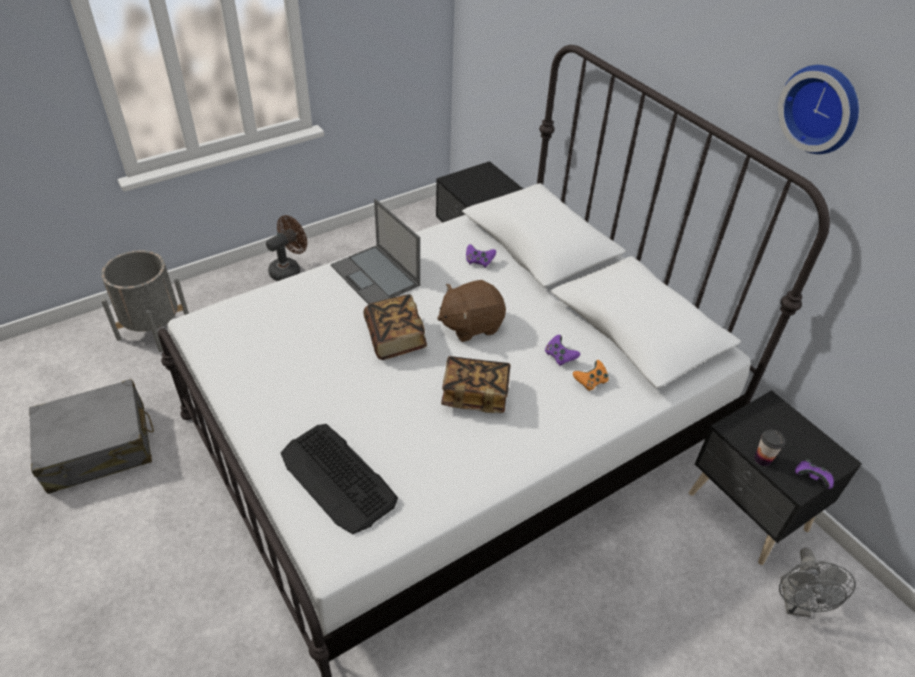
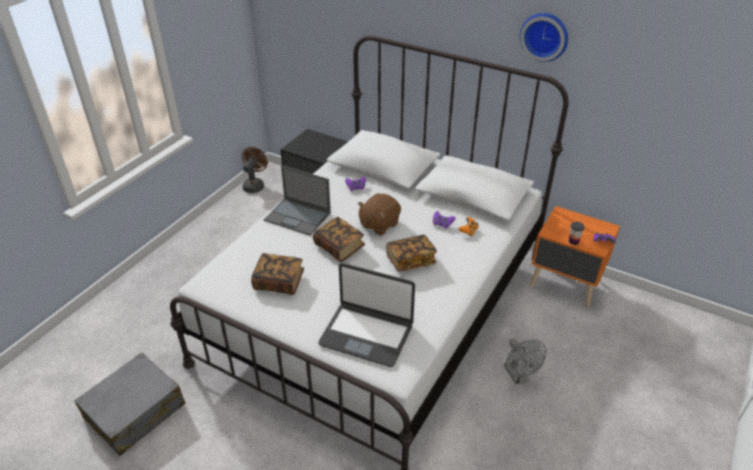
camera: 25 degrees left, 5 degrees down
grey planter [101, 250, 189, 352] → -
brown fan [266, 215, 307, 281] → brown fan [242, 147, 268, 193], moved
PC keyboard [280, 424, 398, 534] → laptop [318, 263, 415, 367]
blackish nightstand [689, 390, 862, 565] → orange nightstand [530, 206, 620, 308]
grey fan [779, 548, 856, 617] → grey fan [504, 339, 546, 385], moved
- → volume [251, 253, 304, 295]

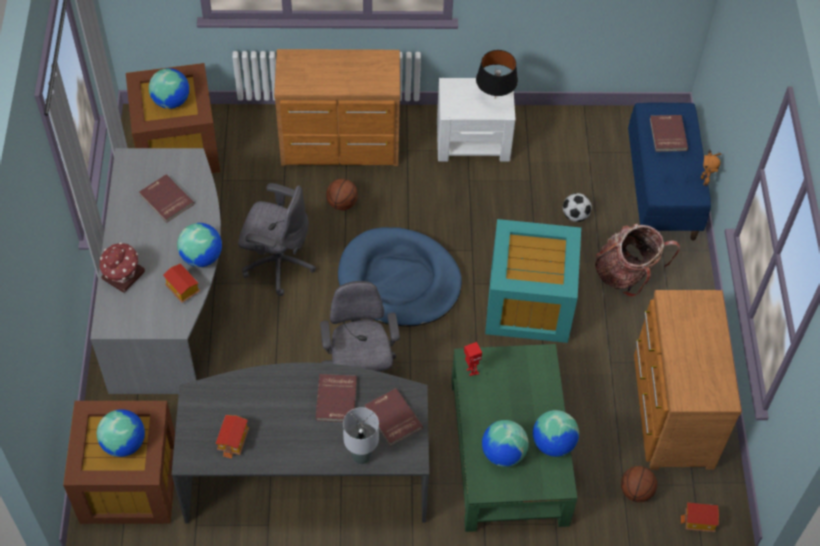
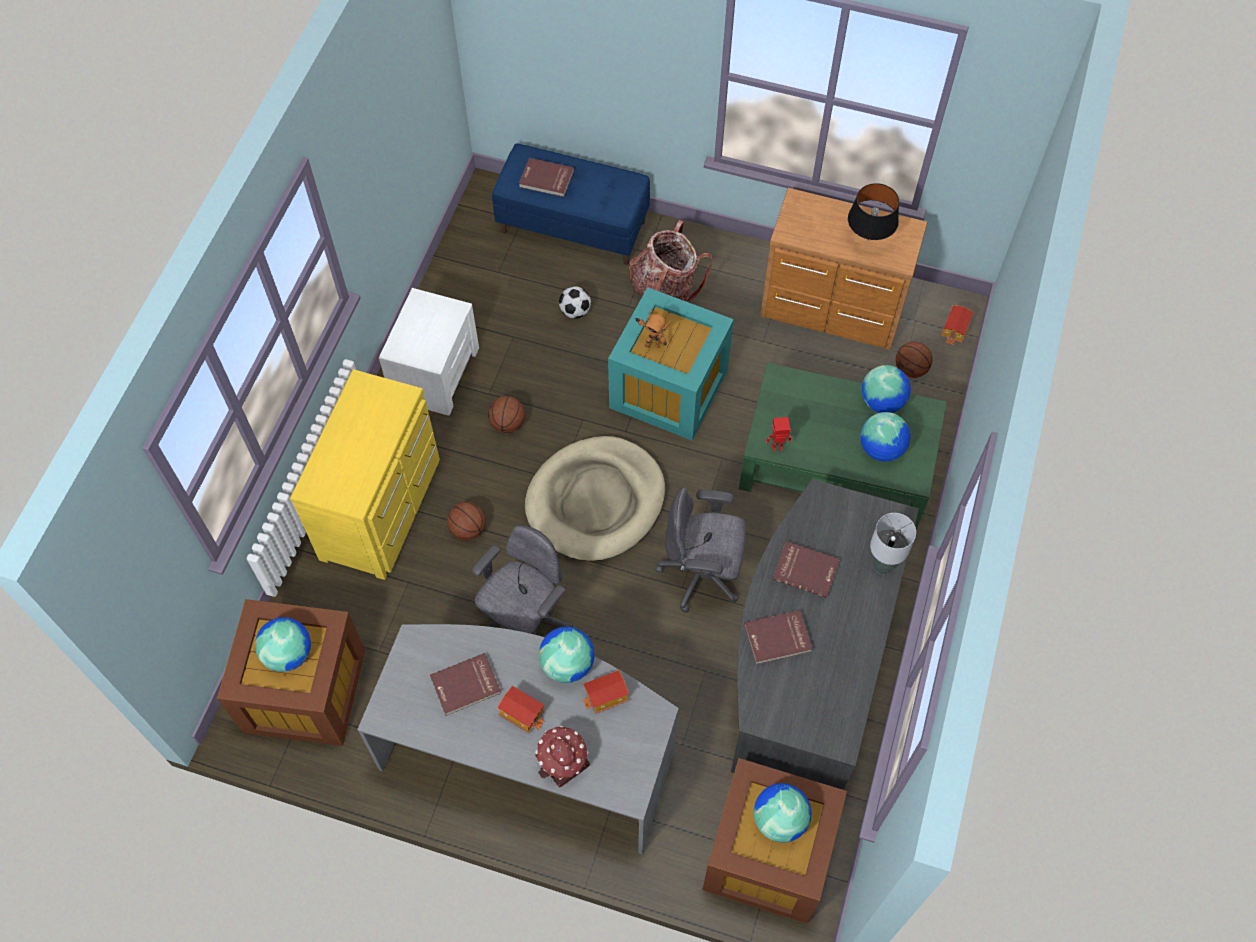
camera: 70 degrees left, 5 degrees up
miniature house [215, 415, 249, 459] → miniature house [497, 686, 545, 733], moved
brown dresser [274, 49, 400, 166] → yellowish dresser [290, 369, 440, 580]
blue-coloured dog bed [338, 227, 462, 327] → beige dog bed [525, 436, 665, 561]
red-coloured volume [364, 388, 423, 446] → red-coloured volume [744, 610, 813, 664], moved
blackish tabletop lamp [476, 50, 518, 97] → blackish tabletop lamp [848, 183, 899, 241], moved
model robot [701, 149, 721, 186] → model robot [635, 309, 673, 348], moved
- → basketball ball [488, 396, 525, 433]

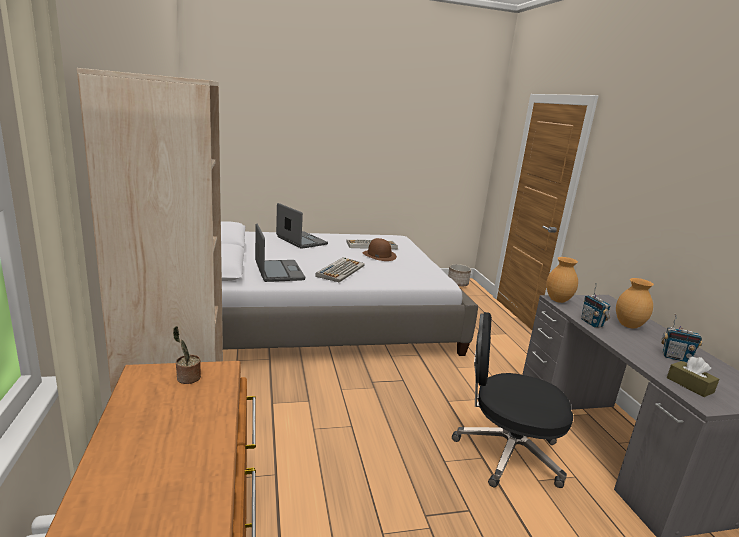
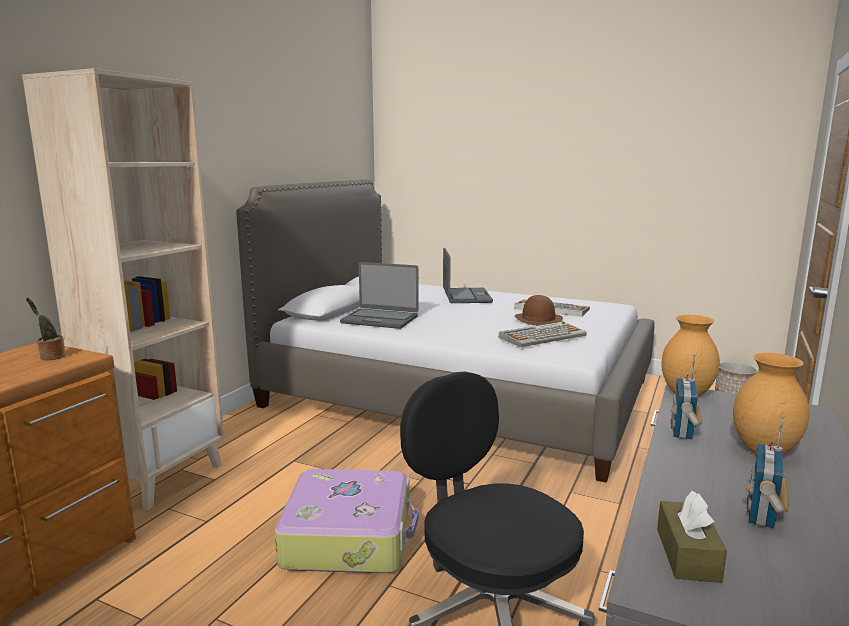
camera: 40 degrees right, 5 degrees down
laptop [255, 224, 305, 282] → laptop [340, 262, 418, 329], 90 degrees clockwise
PC keyboard [315, 257, 365, 282] → PC keyboard [499, 321, 587, 347], moved
radio [661, 314, 703, 362] → radio [746, 416, 789, 528], 60 degrees clockwise
- → suitcase [275, 469, 419, 573]

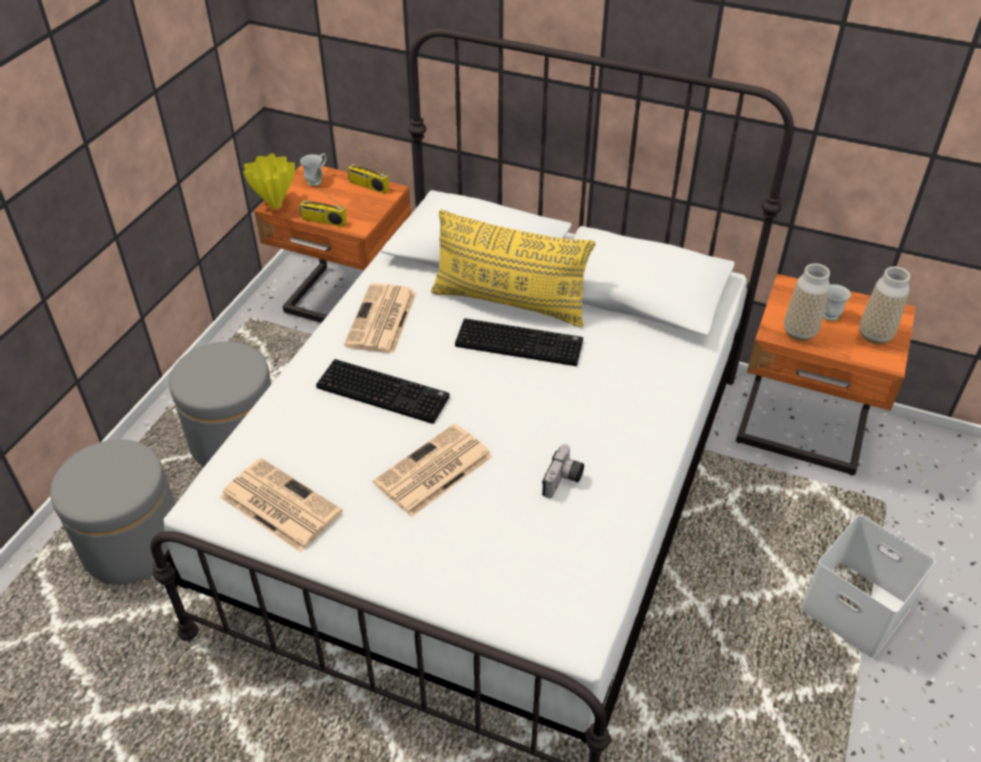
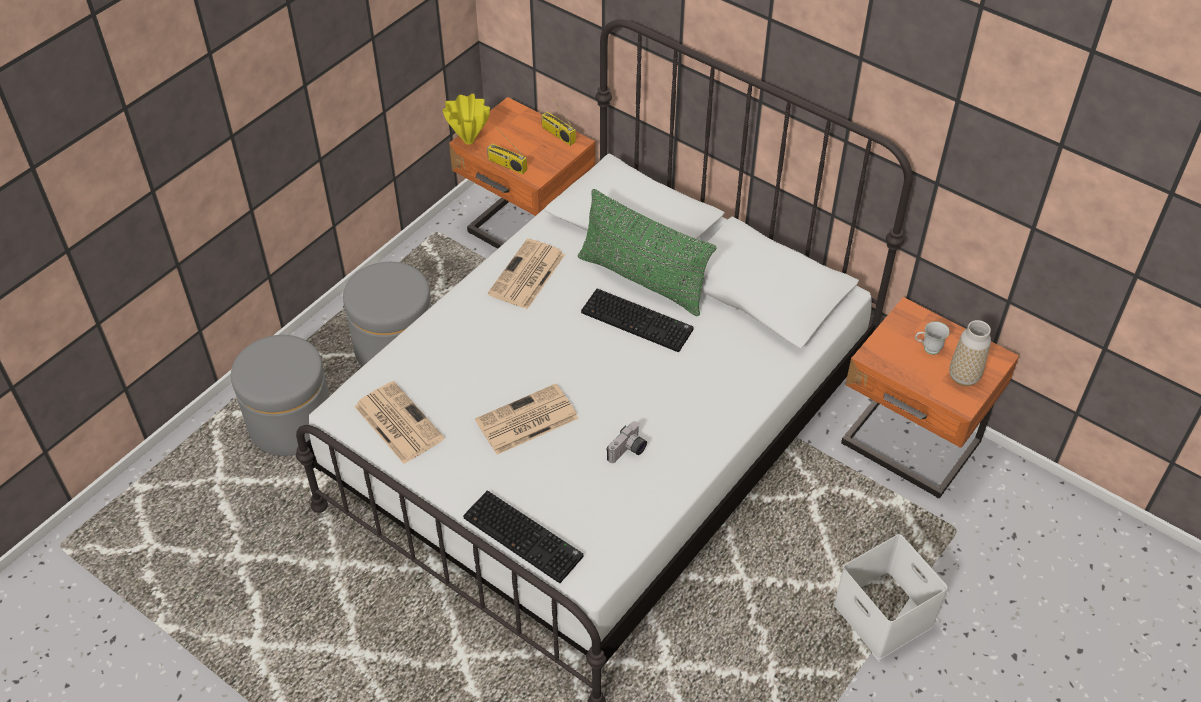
camera: 15 degrees right, 5 degrees up
white-coloured tea mug [300, 153, 327, 186] → -
PC keyboard [316, 359, 450, 424] → PC keyboard [463, 491, 584, 583], moved
yellowish pillow [431, 210, 596, 327] → green-coloured pillow [578, 189, 716, 316]
decorative vase [784, 263, 830, 341] → -

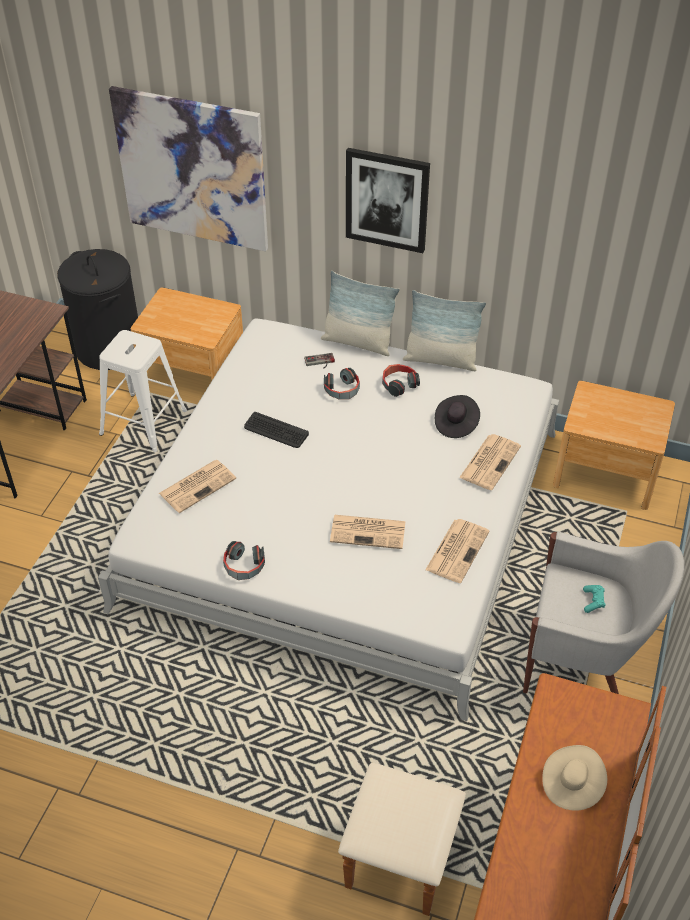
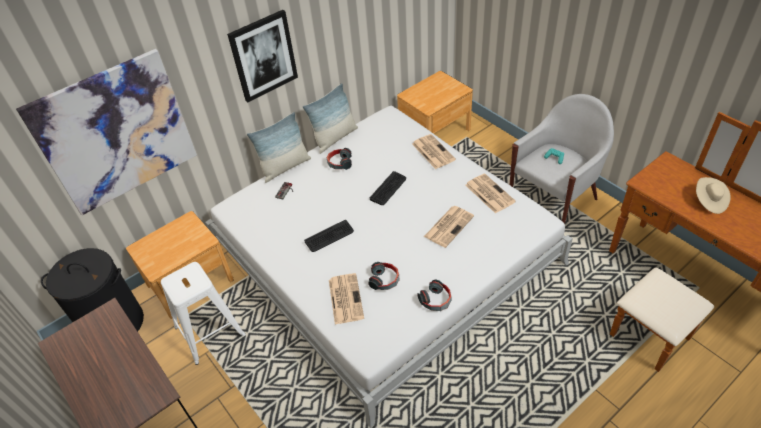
camera: 55 degrees left, 0 degrees up
headphones [324, 368, 360, 400] → headphones [368, 262, 400, 290], moved
blackish wearable hat [435, 395, 480, 438] → -
- → PC keyboard [370, 171, 406, 205]

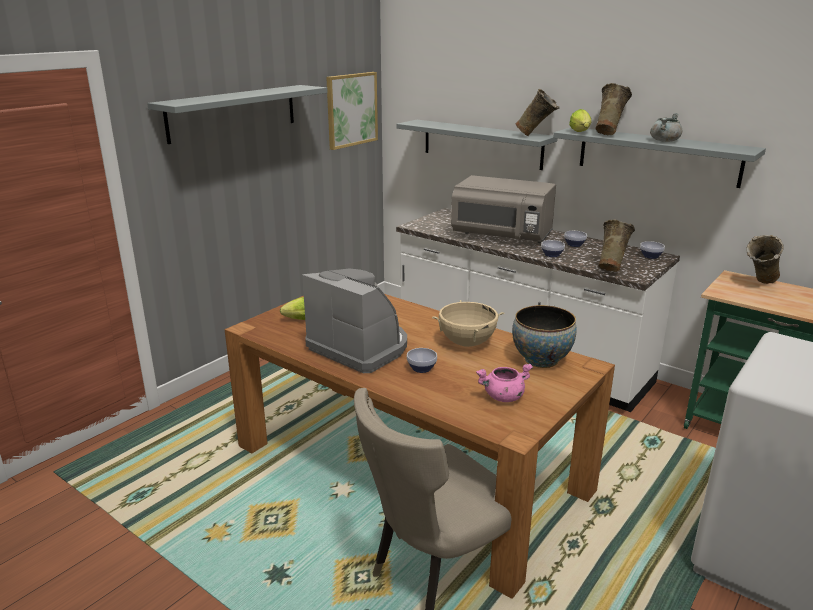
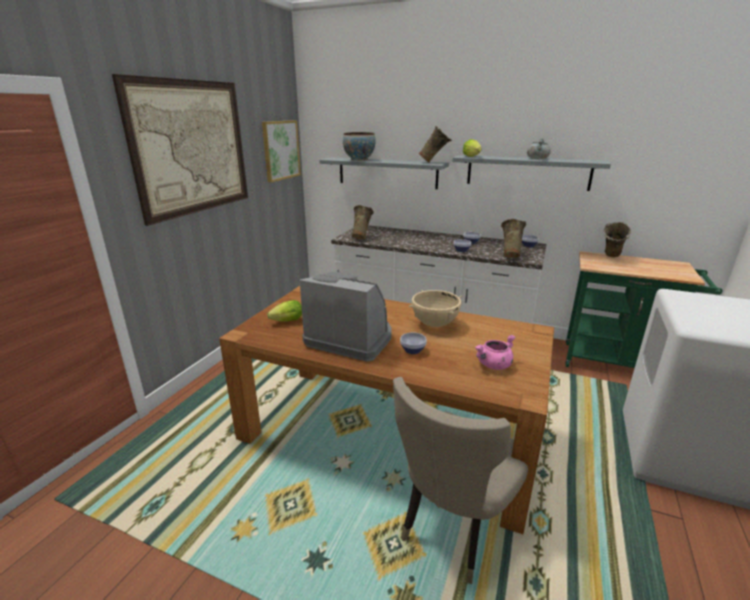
camera: 15 degrees left, 0 degrees up
grey wall shelf [147, 85, 328, 144] → wall art [112, 74, 248, 226]
grey kitchen microwave [451, 175, 556, 243] → -
bowl [512, 305, 577, 368] → bowl [343, 132, 376, 161], moved
beige decorative vase [595, 83, 632, 135] → beige decorative vase [352, 205, 374, 240], moved

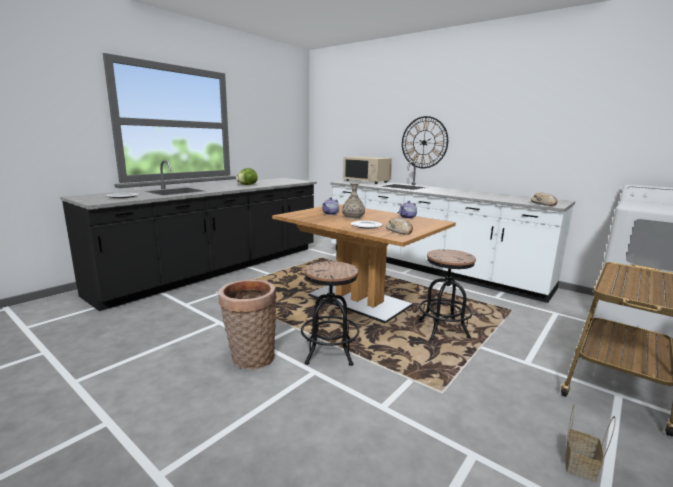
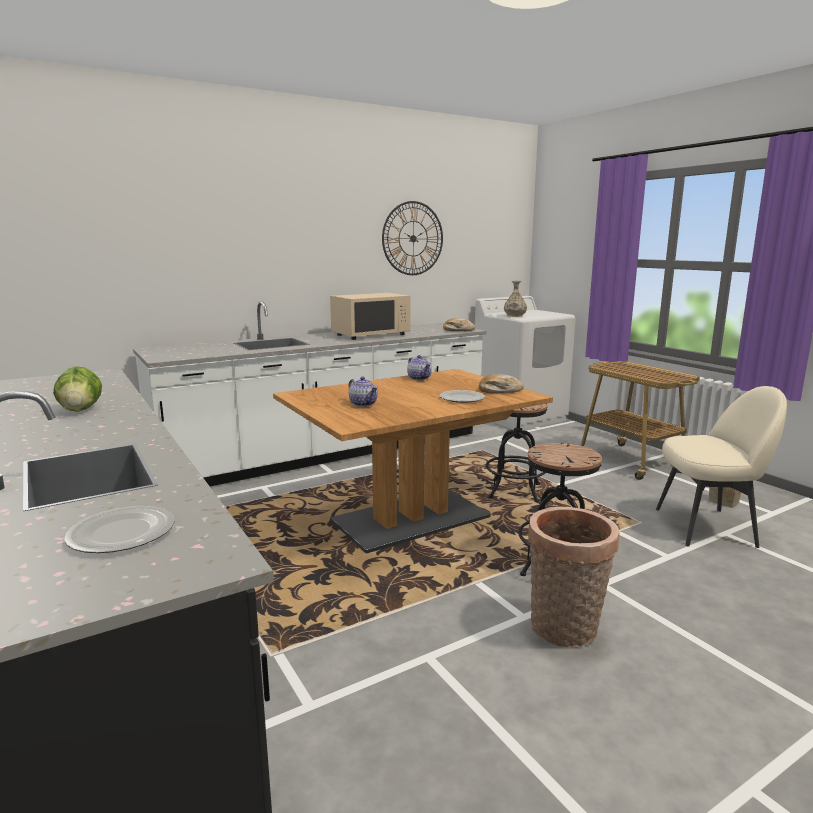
camera: 70 degrees left, 0 degrees up
decorative vase [342, 183, 365, 220] → decorative vase [504, 281, 527, 317], moved
beige kitchen microwave [343, 157, 392, 184] → beige kitchen microwave [330, 293, 410, 340], moved
wall clock [402, 116, 448, 168] → wall clock [382, 201, 443, 275], moved
- → beige chair [656, 386, 787, 548]

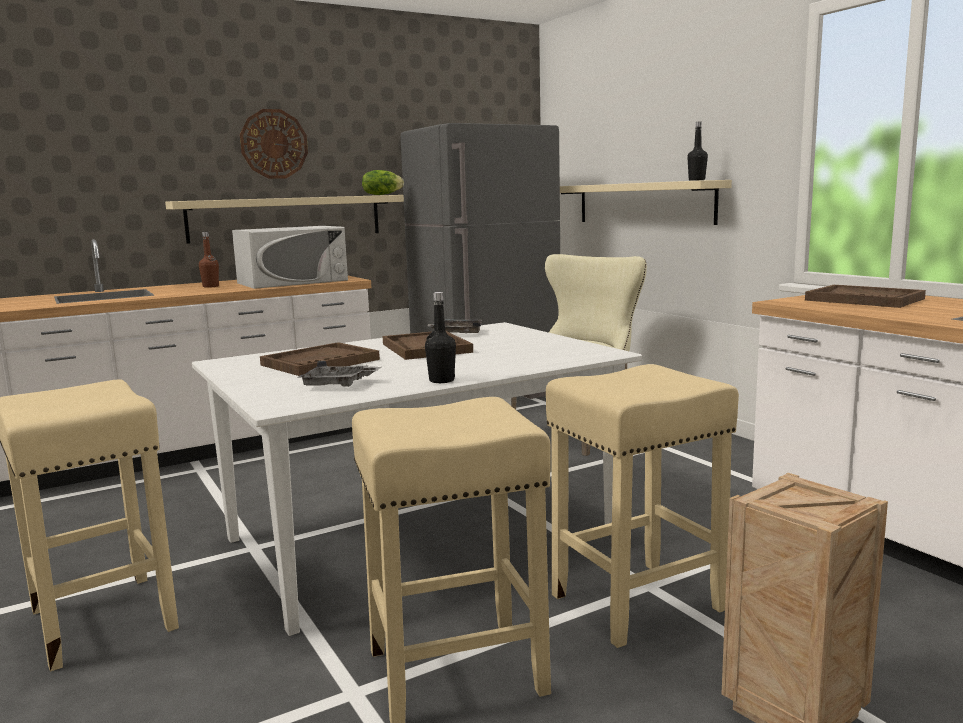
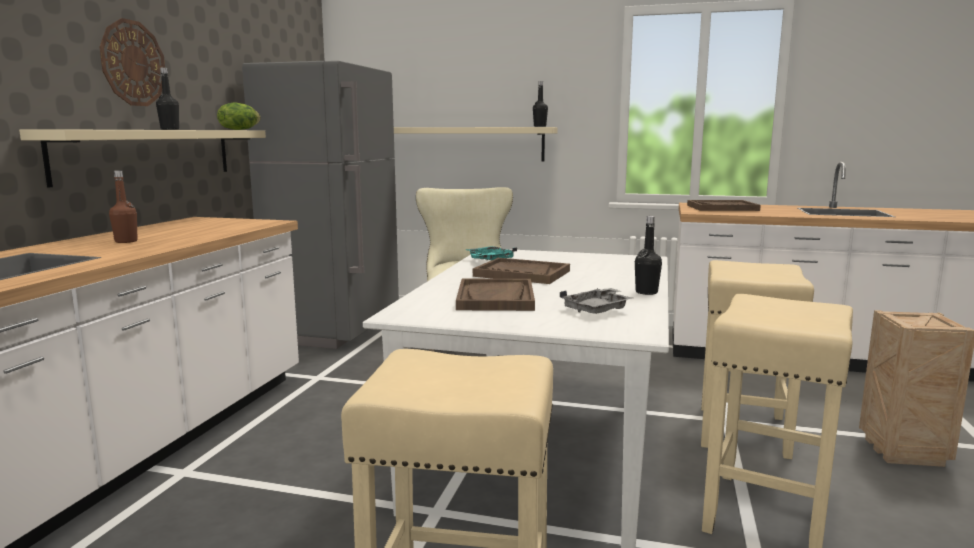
camera: 45 degrees left, 0 degrees up
white-coloured kitchen microwave [232, 226, 348, 289] → -
grey tray [427, 320, 482, 333] → turquoise tray [466, 246, 517, 260]
- → blackish drink bottle [156, 68, 179, 130]

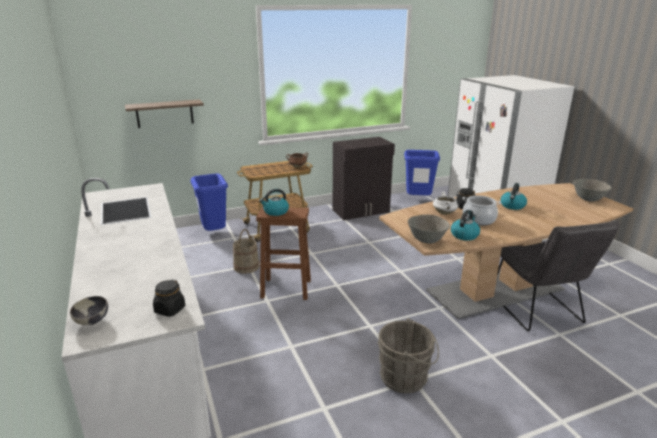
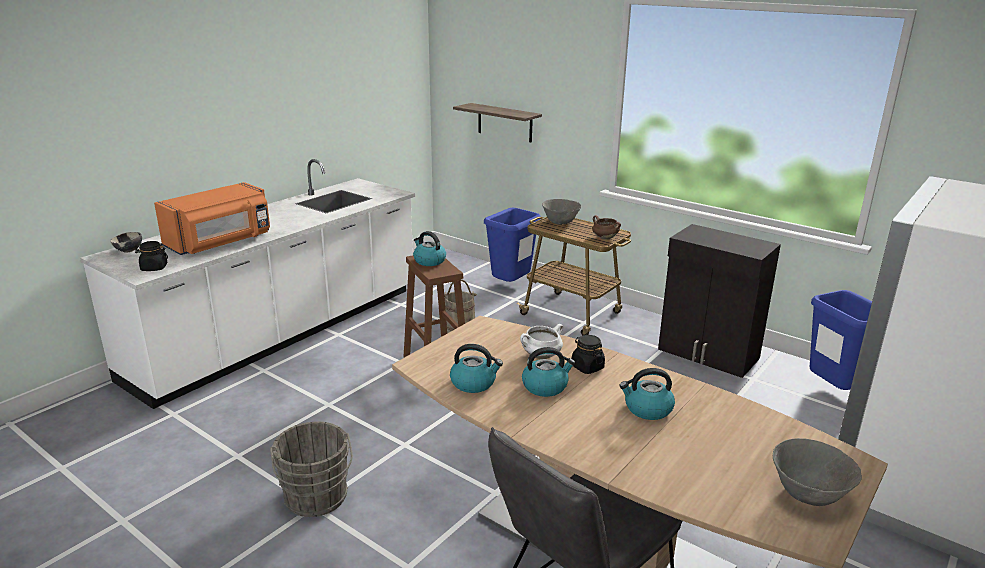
camera: 60 degrees right, 0 degrees up
grey bowl [408, 214, 450, 244] → grey bowl [542, 199, 581, 224], moved
saucepot [462, 196, 501, 225] → tea kettle [522, 347, 575, 397]
- → orange kitchen microwave [154, 182, 270, 255]

